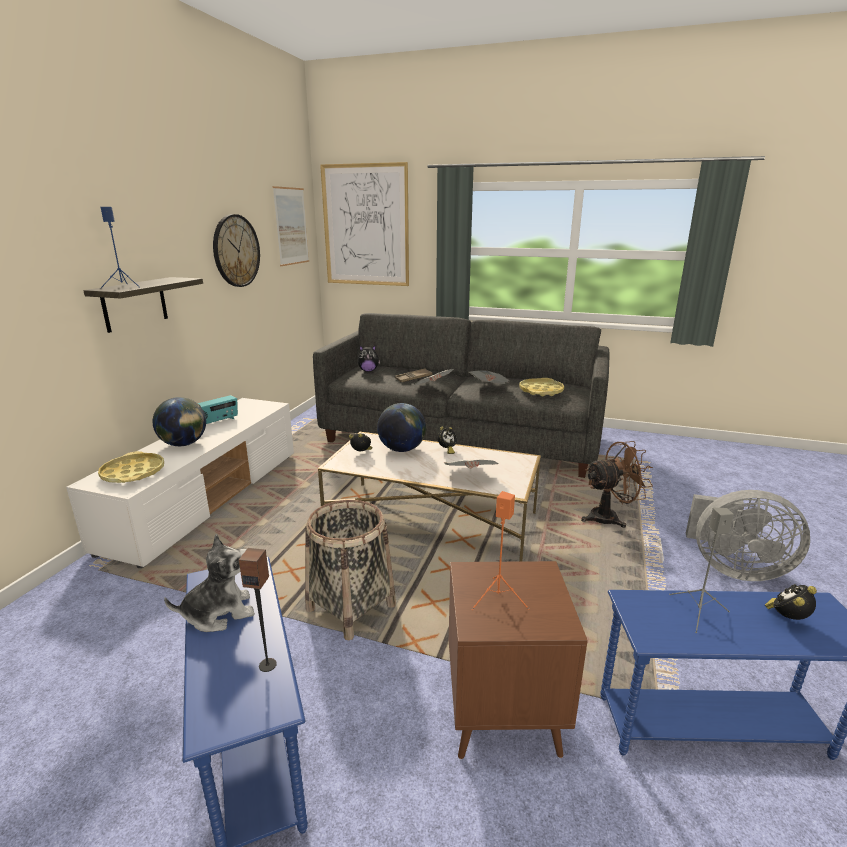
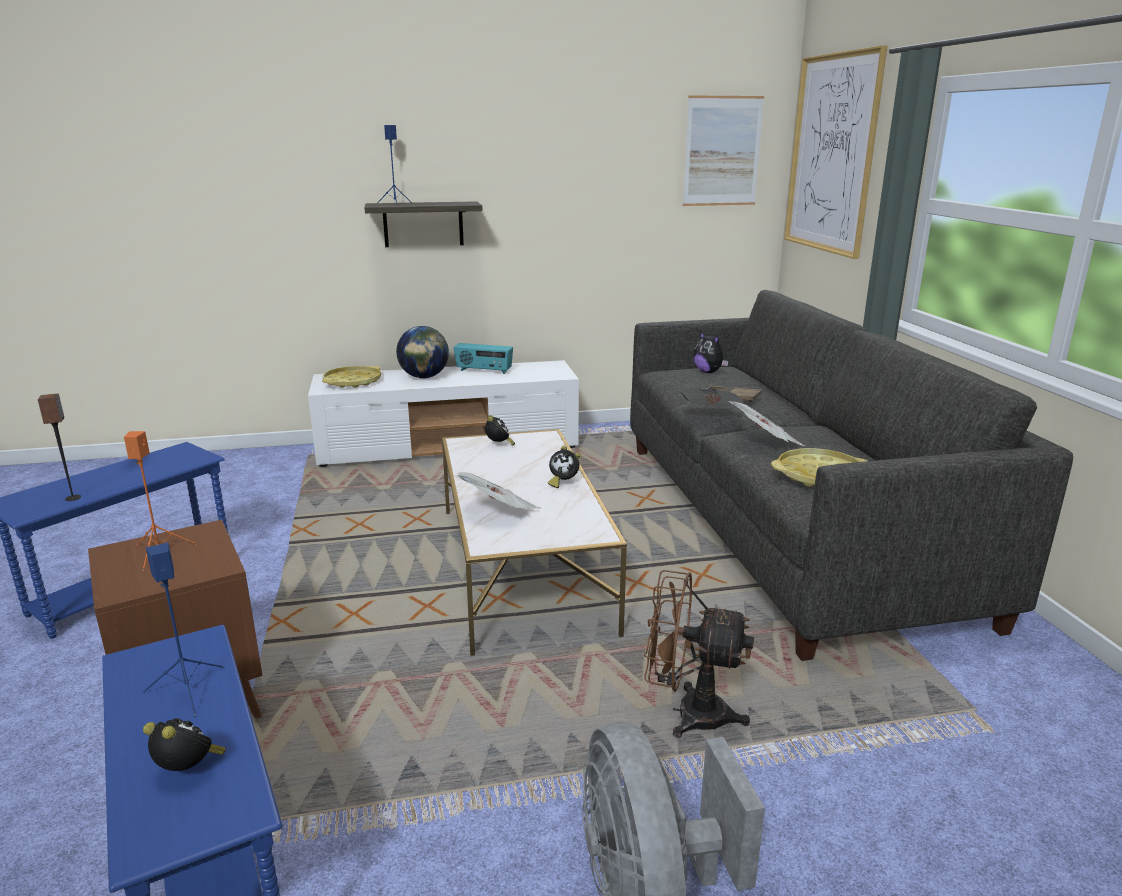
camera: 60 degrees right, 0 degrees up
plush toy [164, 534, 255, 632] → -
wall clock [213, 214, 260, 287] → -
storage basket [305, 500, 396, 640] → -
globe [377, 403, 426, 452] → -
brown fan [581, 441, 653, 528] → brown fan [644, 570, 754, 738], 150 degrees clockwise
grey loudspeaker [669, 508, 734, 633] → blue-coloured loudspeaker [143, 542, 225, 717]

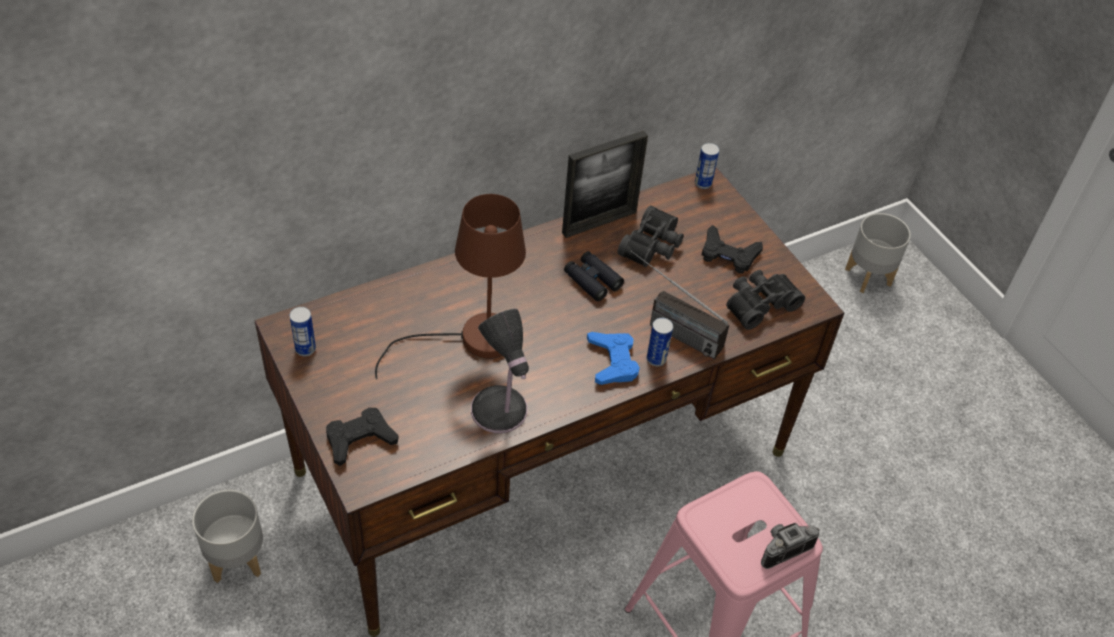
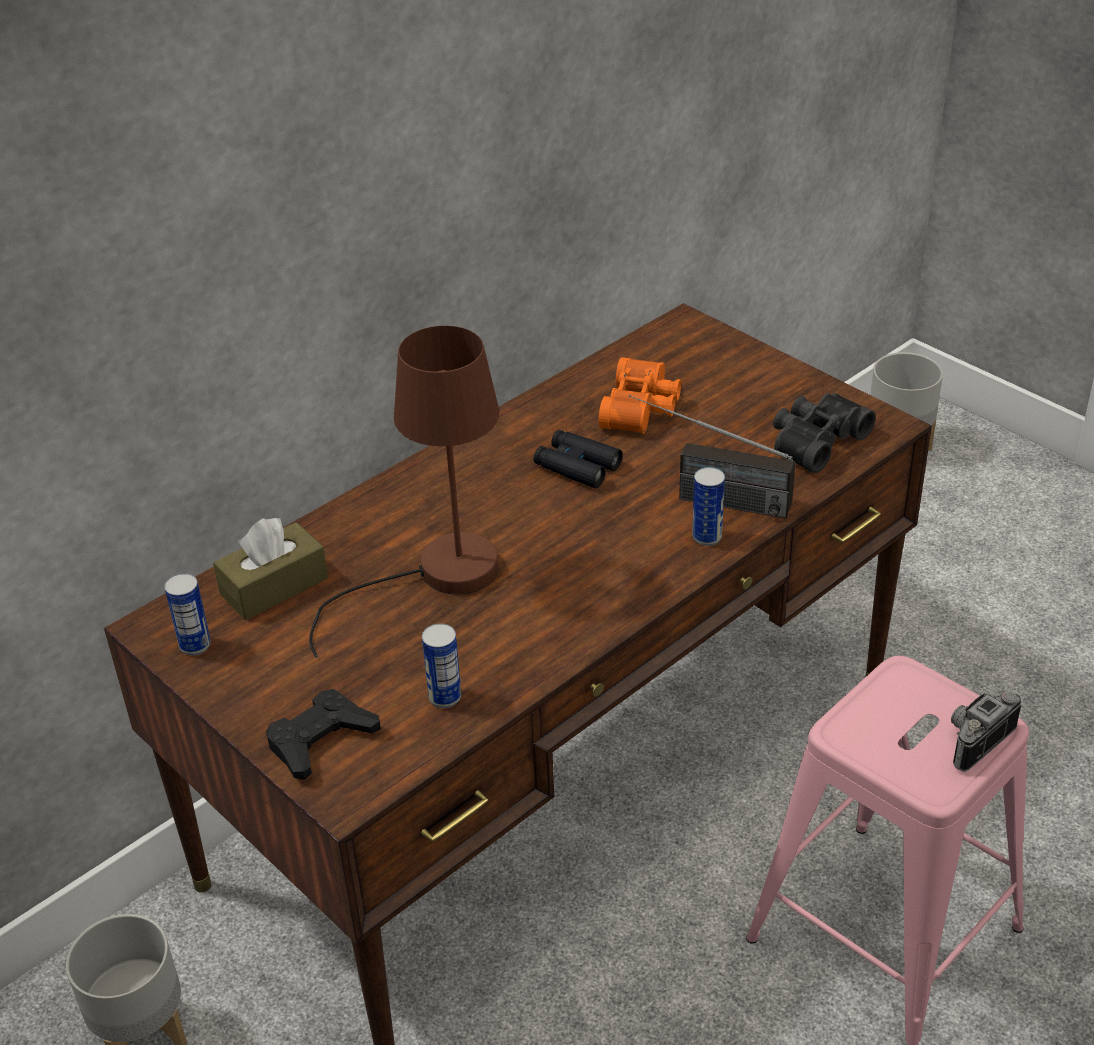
camera: 10 degrees left, 10 degrees down
tabletop lamp [471, 309, 529, 433] → -
standing frame [562, 130, 648, 238] → -
blue-coloured joypad [587, 332, 640, 385] → -
blackish binoculars [617, 205, 684, 267] → orange binoculars [599, 357, 681, 434]
can [695, 143, 719, 189] → can [422, 623, 461, 708], moved
blackish joypad [702, 225, 763, 273] → -
- → brown tissue box [213, 518, 328, 620]

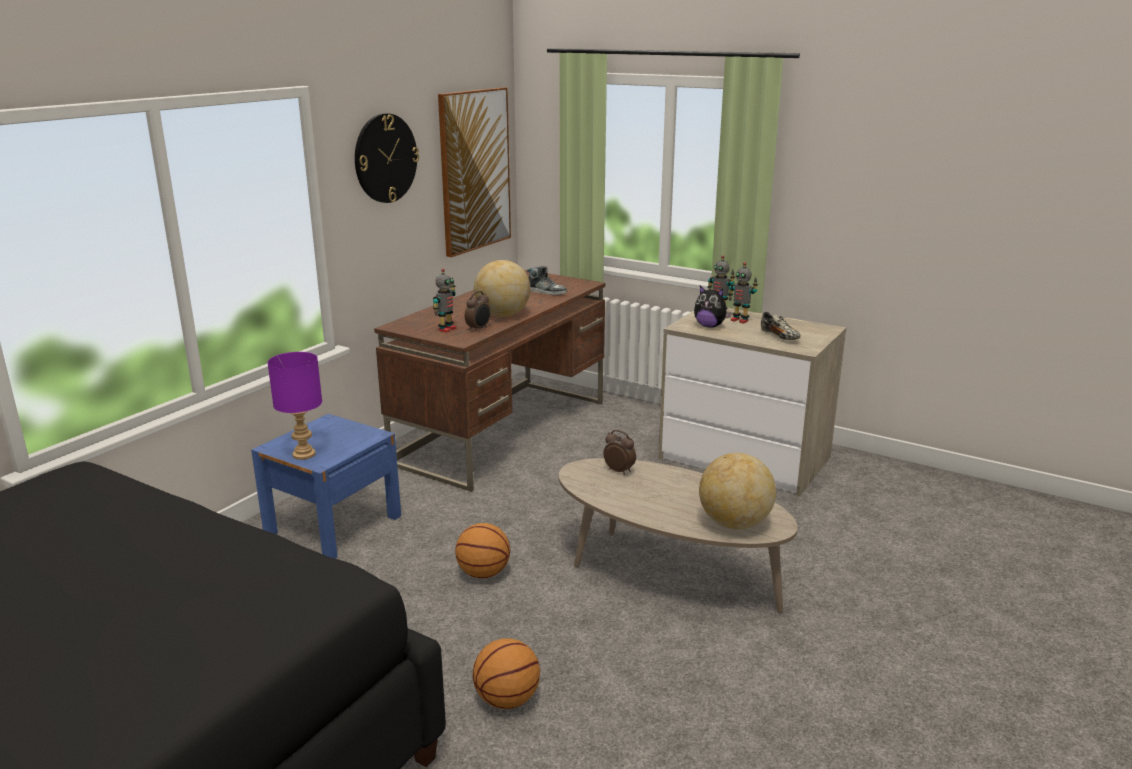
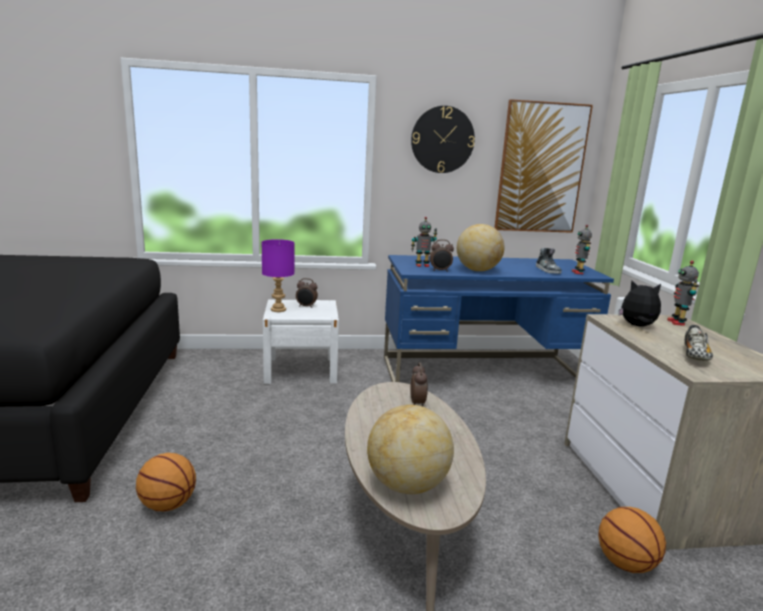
camera: 50 degrees right, 5 degrees down
blue-coloured nightstand [251, 414, 401, 559] → white-coloured nightstand [263, 299, 339, 384]
brown desk unit [374, 270, 605, 492] → blue-coloured desk unit [384, 255, 614, 382]
basketball ball [455, 523, 510, 578] → basketball ball [598, 507, 666, 573], moved
plush toy [694, 286, 732, 328] → plush toy [619, 281, 661, 327], 120 degrees clockwise
model robot [728, 262, 758, 324] → model robot [572, 225, 592, 274], moved
- → alarm clock [296, 278, 318, 308]

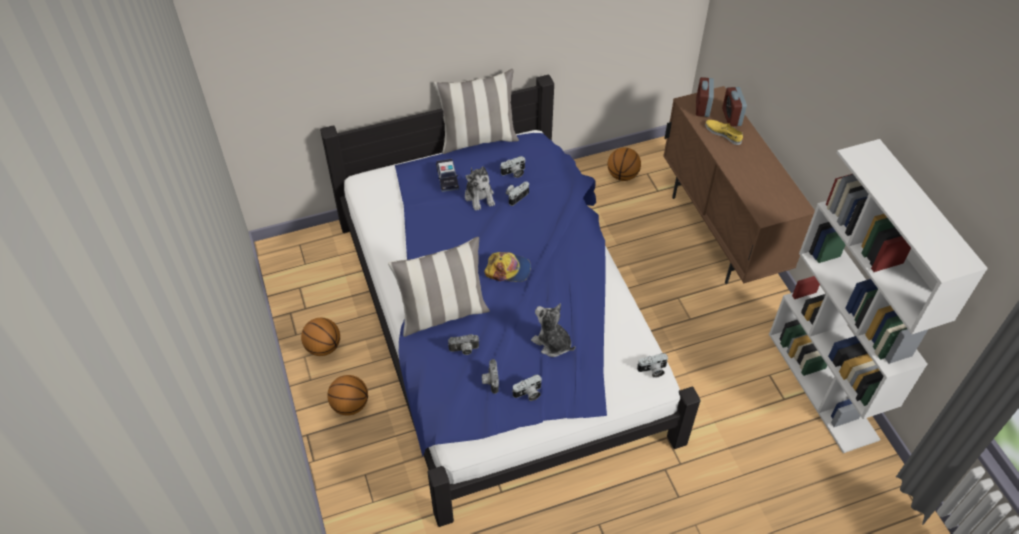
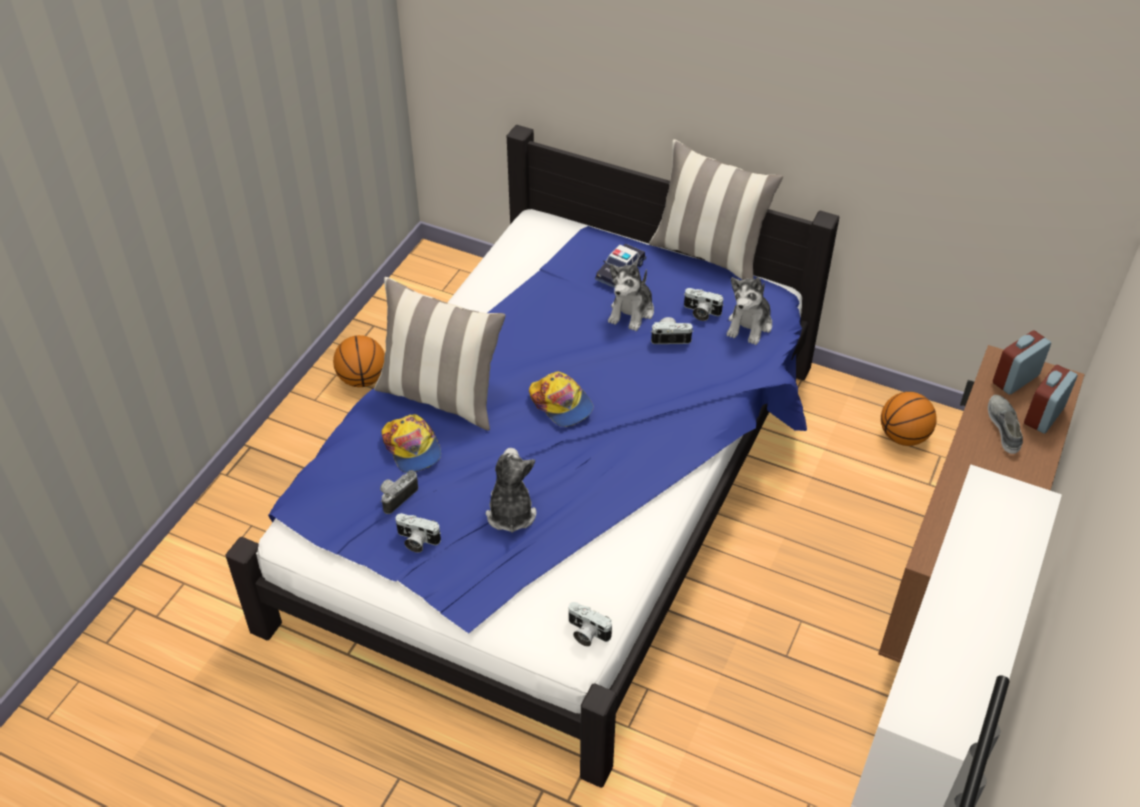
camera: 45 degrees right, 5 degrees down
basketball ball [327, 375, 368, 416] → -
still camera [448, 334, 479, 355] → peaked cap [381, 414, 441, 473]
yellowish shoe [705, 120, 743, 145] → grey shoe [988, 395, 1023, 454]
- → plush toy [727, 277, 772, 345]

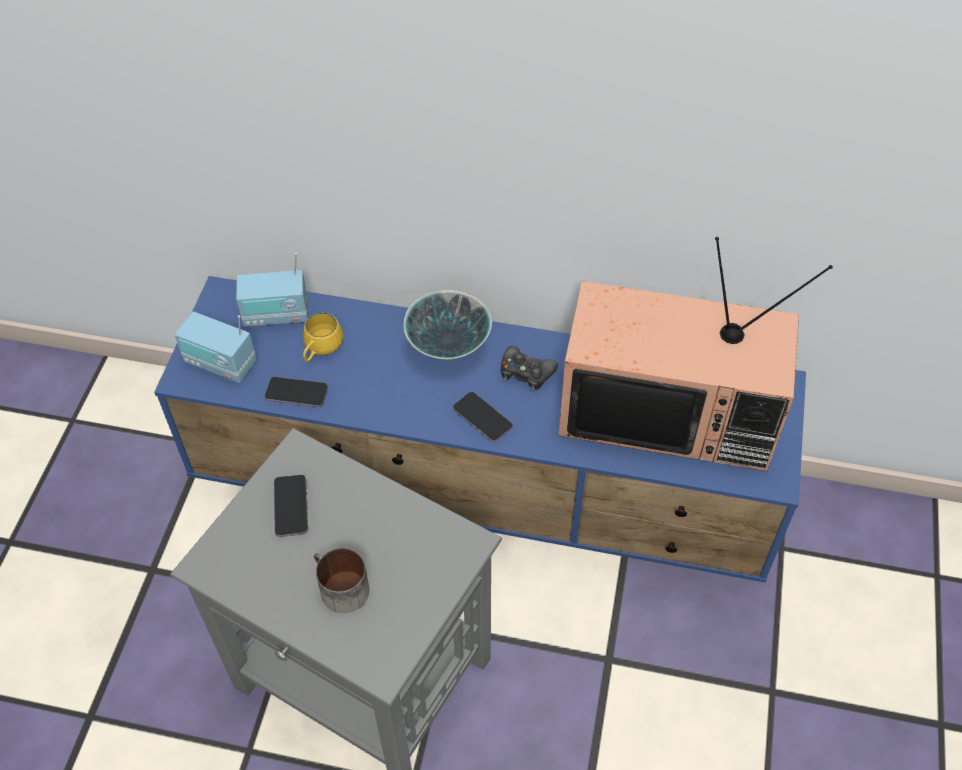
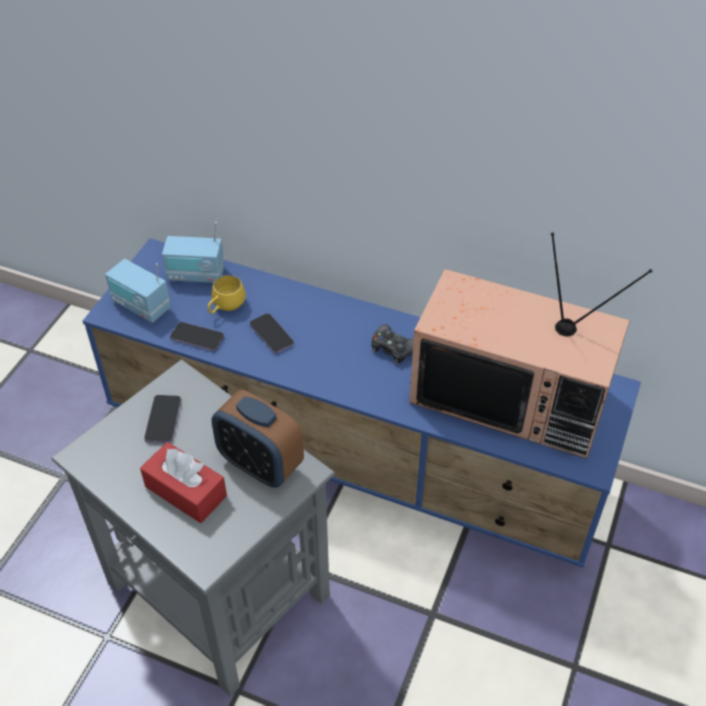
camera: 10 degrees right, 5 degrees down
tea mug [314, 548, 369, 613] → red-coloured tissue box [140, 442, 227, 523]
bowl [404, 290, 492, 360] → -
handset [453, 392, 513, 442] → handset [250, 313, 294, 353], moved
- → alarm clock [212, 390, 304, 488]

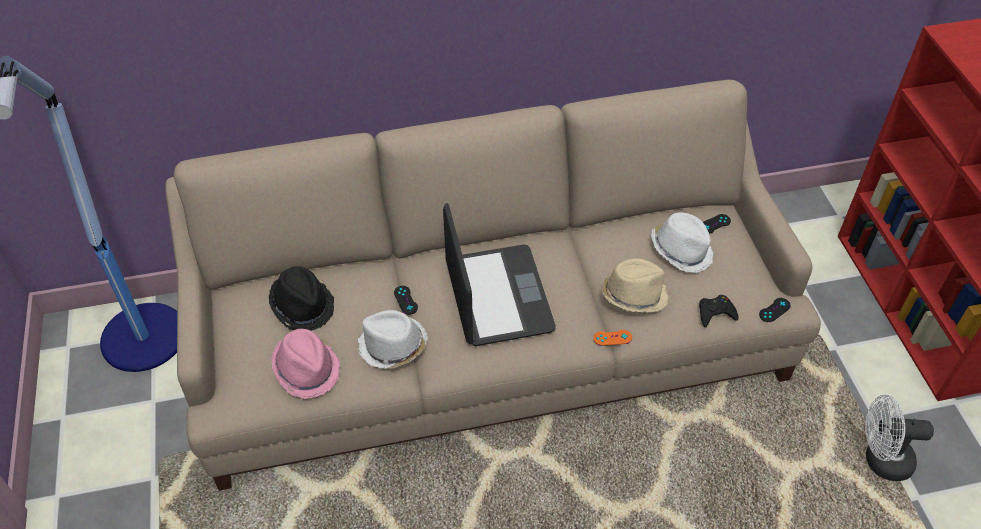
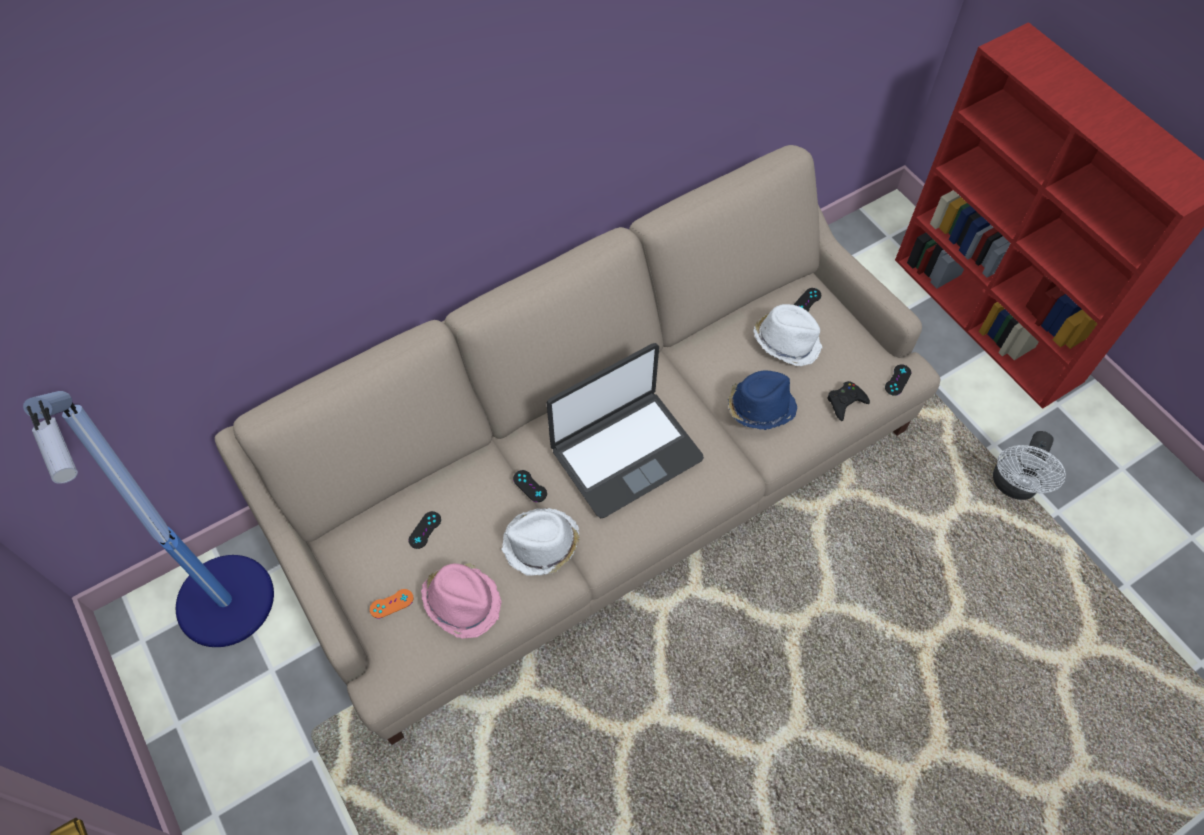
camera: 20 degrees left, 10 degrees up
blackish wearable hat [269, 266, 334, 331] → blackish joypad [408, 511, 441, 549]
laptop [443, 203, 556, 346] → laptop [546, 343, 704, 518], 90 degrees clockwise
orange joypad [593, 330, 632, 346] → orange joypad [370, 589, 413, 618], moved
beige wearable hat [602, 258, 668, 313] → blue-coloured wearable hat [728, 370, 797, 430]
white-coloured fan [865, 395, 934, 481] → white-coloured fan [993, 431, 1066, 500], 45 degrees counterclockwise

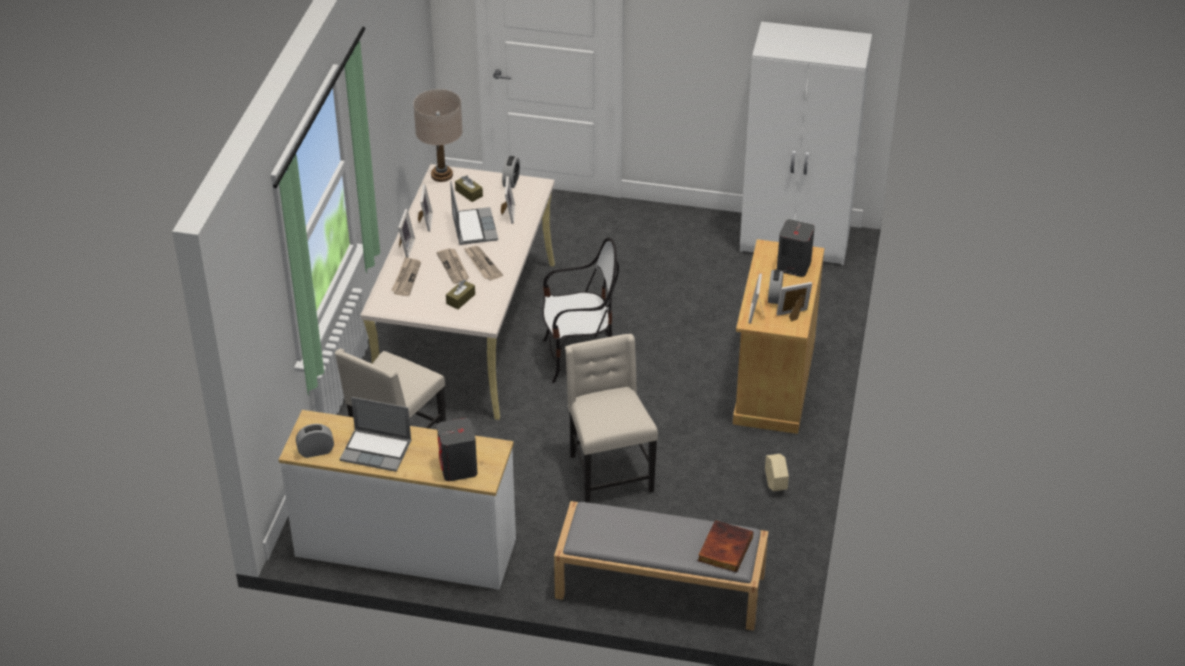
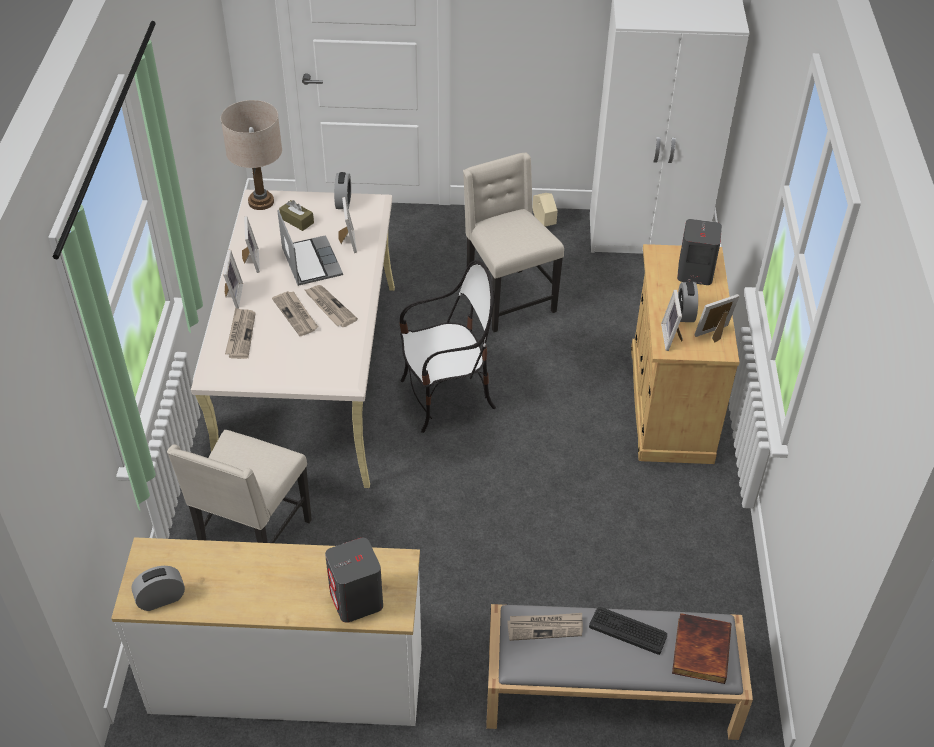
camera: 10 degrees left, 5 degrees up
laptop [340, 397, 412, 472] → -
brown tissue box [446, 280, 475, 309] → -
beige chair [565, 334, 658, 503] → beige chair [463, 152, 564, 332], moved
beige planter [765, 454, 789, 491] → beige planter [532, 193, 558, 227], moved
- → daily paper [507, 613, 583, 641]
- → PC keyboard [589, 607, 667, 655]

